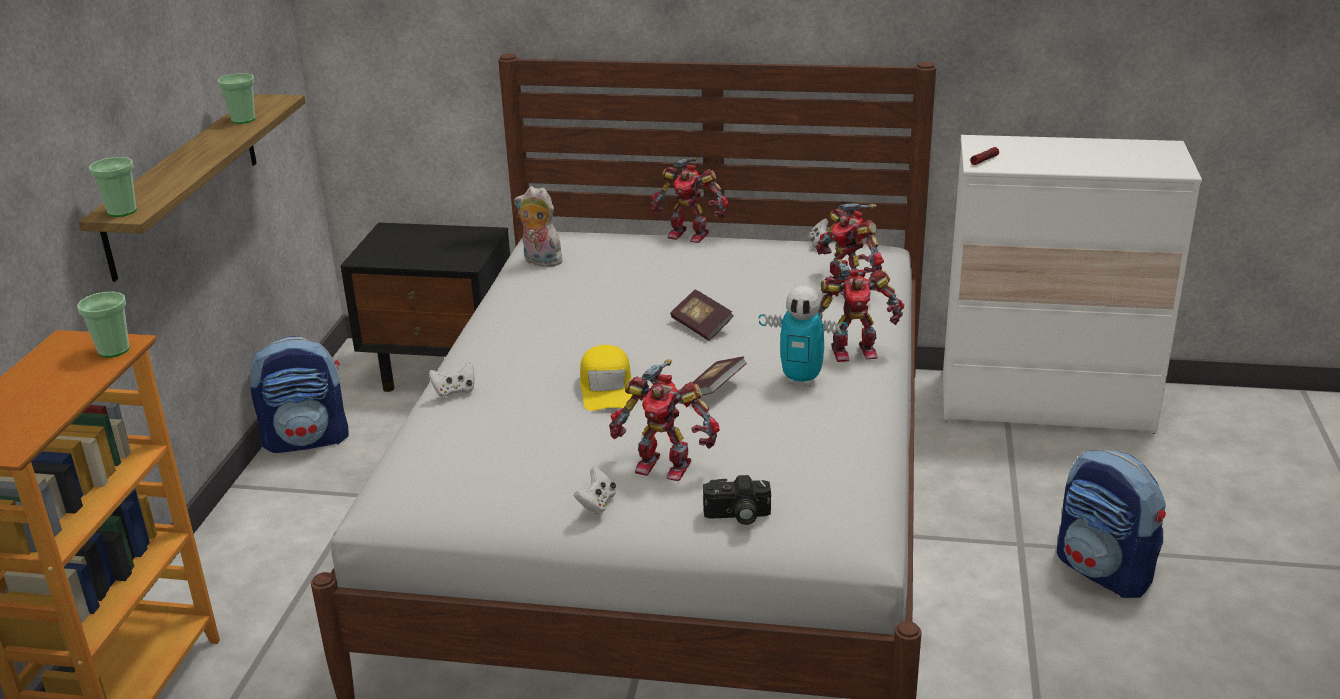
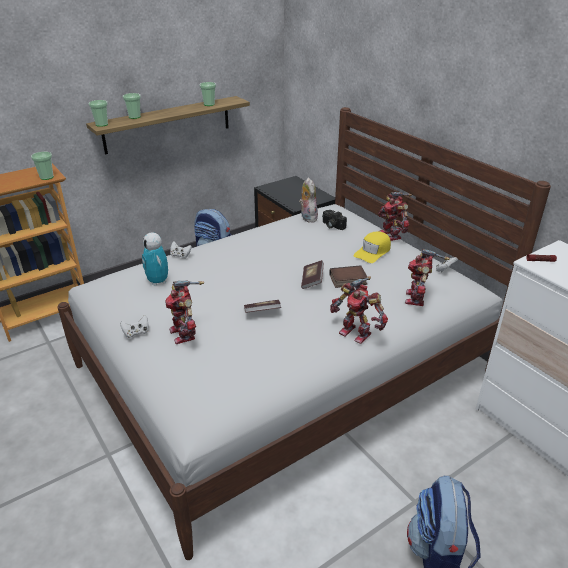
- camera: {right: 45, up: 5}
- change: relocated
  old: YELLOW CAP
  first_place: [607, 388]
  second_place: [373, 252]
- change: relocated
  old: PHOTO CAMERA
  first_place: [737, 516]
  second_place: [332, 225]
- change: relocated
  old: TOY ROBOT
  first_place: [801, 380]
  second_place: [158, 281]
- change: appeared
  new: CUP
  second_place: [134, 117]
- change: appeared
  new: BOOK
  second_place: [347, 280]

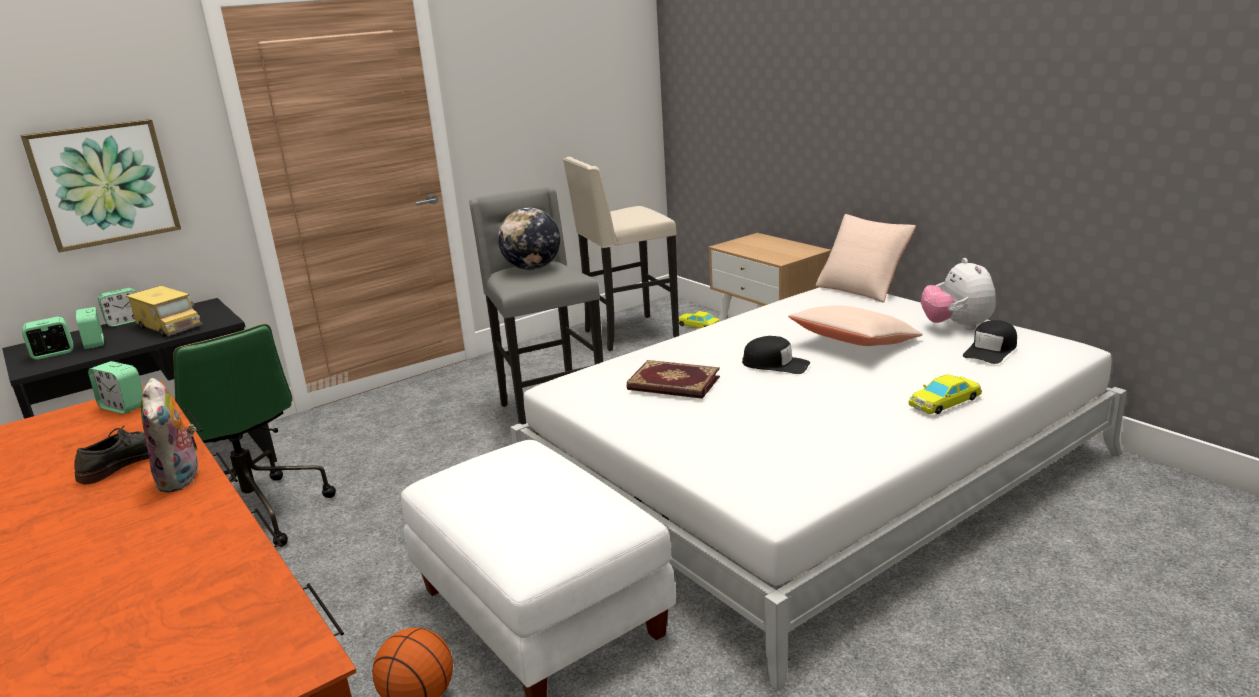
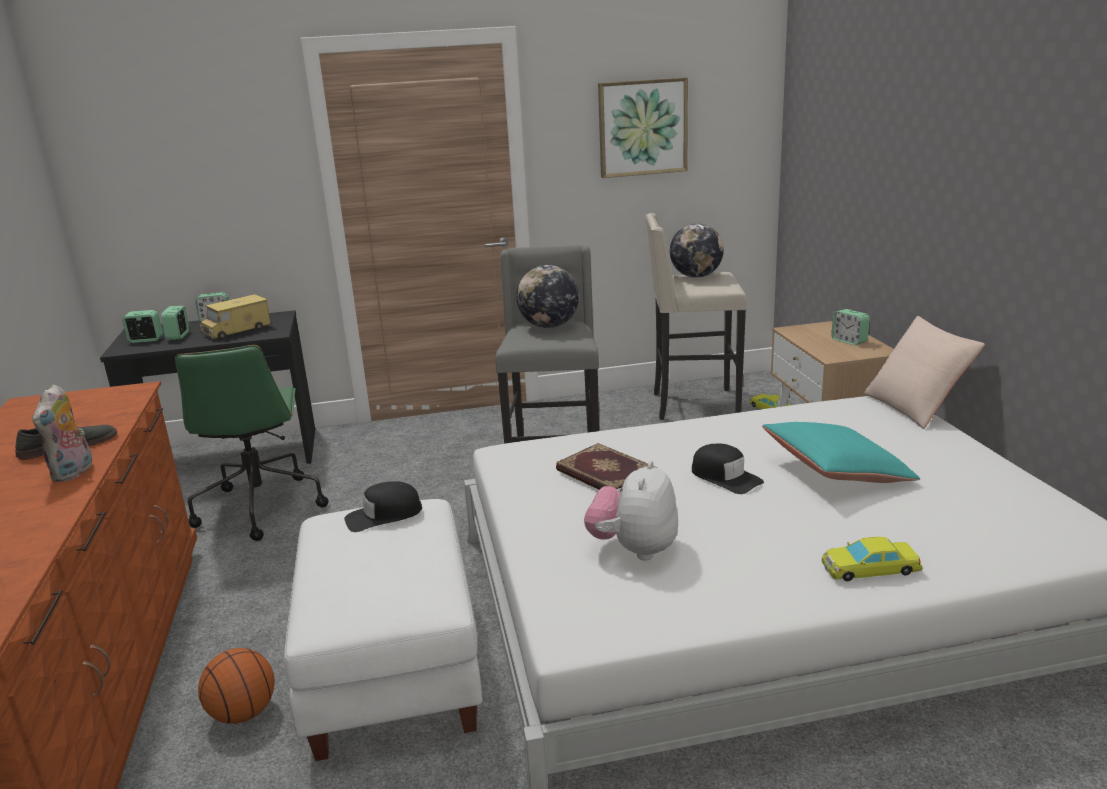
- camera: {right: 25, up: 0}
- change: relocated
  old: PICTURE
  first_place: [104, 184]
  second_place: [642, 127]
- change: relocated
  old: ALARM CLOCK
  first_place: [123, 407]
  second_place: [849, 341]
- change: spun
  old: TOY TRUCK
  first_place: [169, 326]
  second_place: [237, 331]
  degrees: 75
- change: colour
  old: BEIGE PILLOW
  new: TURQUOISE PILLOW
  first_place: [854, 344]
  second_place: [836, 472]
- change: relocated
  old: PLUSH TOY
  first_place: [956, 326]
  second_place: [634, 549]
- change: relocated
  old: BLACK CAP
  first_place: [991, 350]
  second_place: [383, 515]
- change: appeared
  new: GLOBE
  second_place: [696, 276]

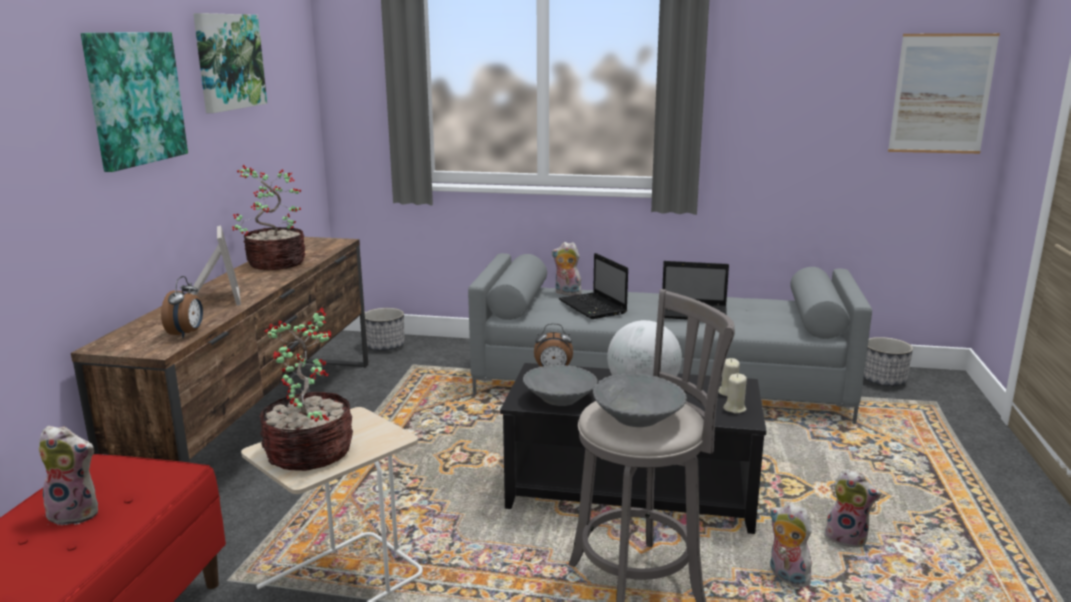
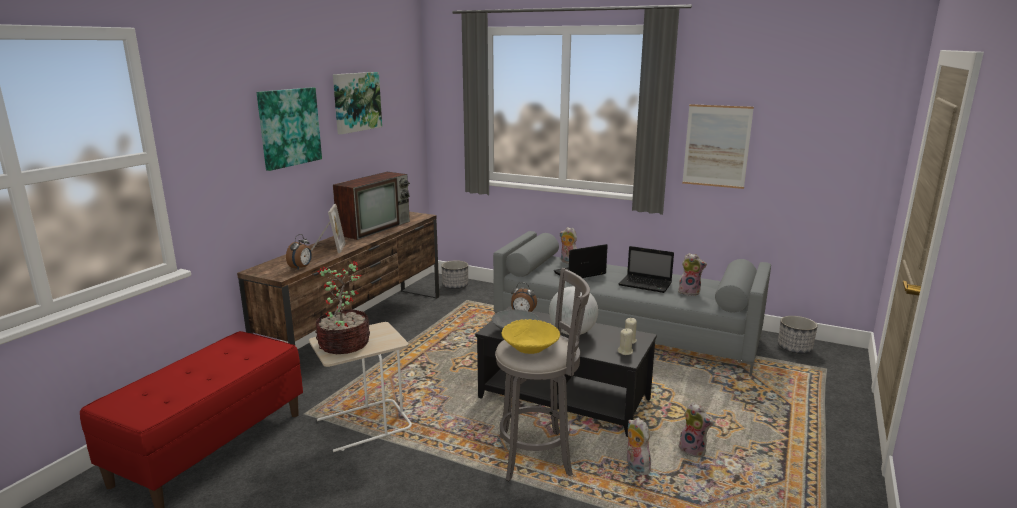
- camera: {right: 15, up: 0}
- change: relocated
  old: PLUSH TOY
  first_place: [77, 513]
  second_place: [689, 292]
- change: exchanged
  old: POTTED PLANT
  new: TELEVISION
  first_place: [274, 263]
  second_place: [375, 228]
- change: spun
  old: LAPTOP
  first_place: [593, 307]
  second_place: [579, 274]
  degrees: 75
- change: colour
  old: GREY BOWL
  new: YELLOW BOWL
  first_place: [638, 418]
  second_place: [530, 348]
- change: relocated
  old: PICTURE
  first_place: [941, 94]
  second_place: [716, 146]

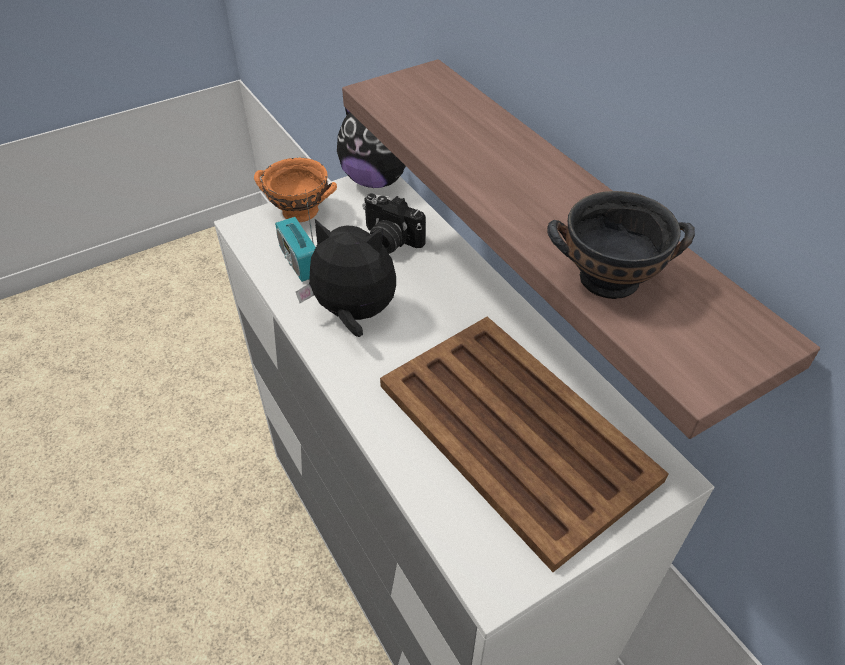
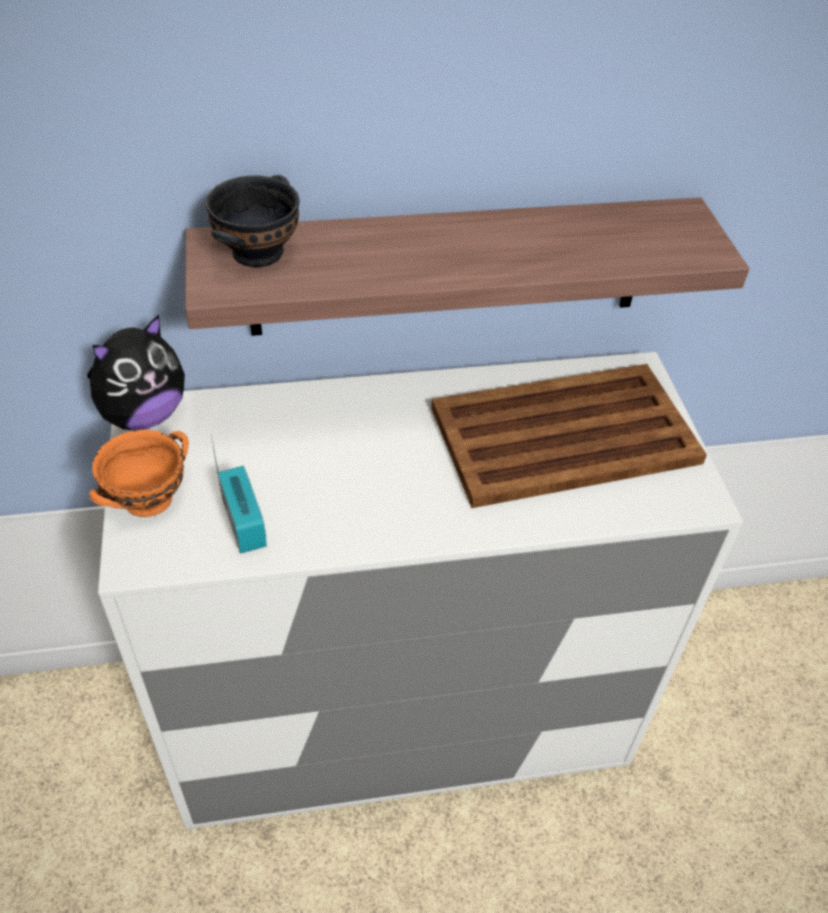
- camera: {right: -70, up: 0}
- change: spun
  old: RADIO
  first_place: [300, 262]
  second_place: [244, 523]
  degrees: -105
- change: missing
  old: PLUSH TOY
  first_place: [354, 314]
- change: missing
  old: PHOTO CAMERA
  first_place: [389, 241]
- change: relocated
  old: BLACK BOWL
  first_place: [606, 278]
  second_place: [255, 253]

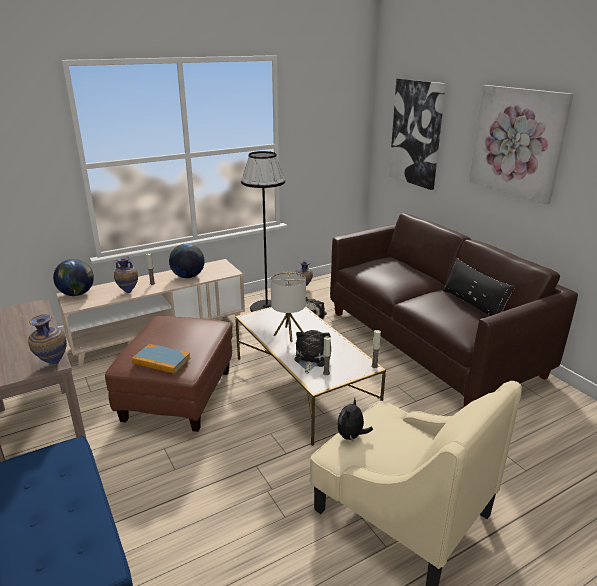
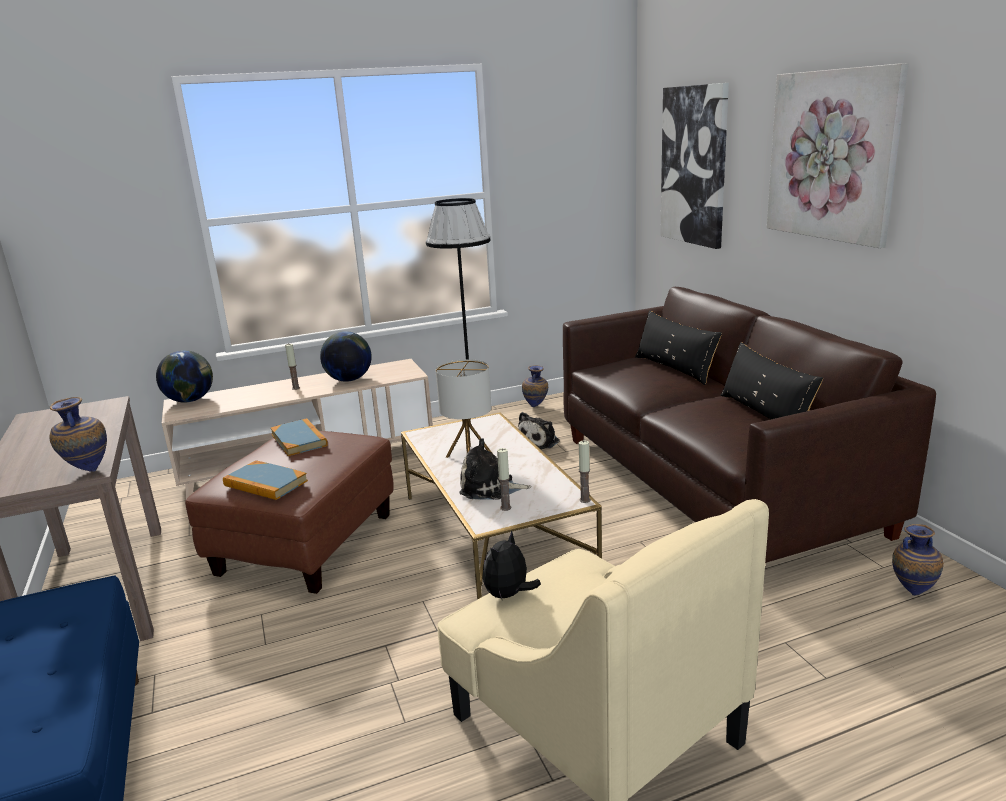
- camera: {right: 10, up: -5}
- change: relocated
  old: VASE
  first_place: [128, 291]
  second_place: [912, 591]
- change: spun
  old: PLUSH TOY
  first_place: [311, 358]
  second_place: [490, 488]
  degrees: -105
- change: appeared
  new: BOOK
  second_place: [299, 440]
- change: appeared
  new: BLACK PILLOW
  second_place: [674, 368]

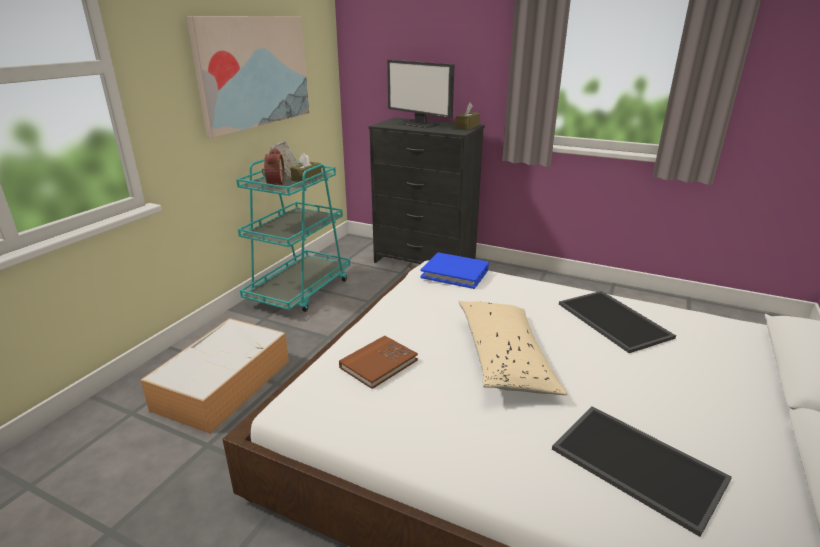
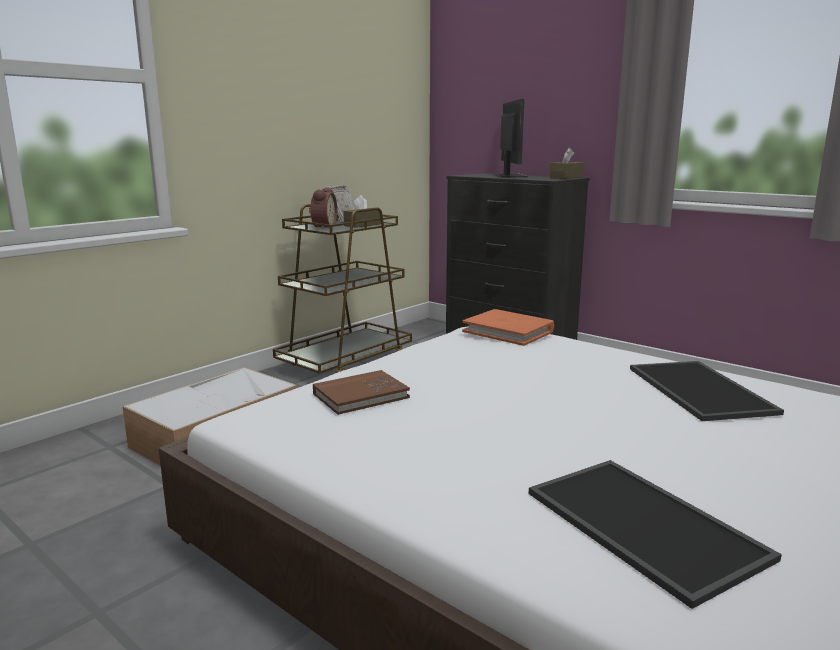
- camera: {right: 15, up: -10}
- change: missing
  old: PICTURE
  first_place: [254, 72]
- change: colour
  old: TURQUOISE CART
  new: BROWN CART
  first_place: [300, 290]
  second_place: [346, 362]
- change: spun
  old: MONITOR
  first_place: [419, 124]
  second_place: [508, 176]
  degrees: -150
- change: colour
  old: BLUE BOOK
  new: ORANGE BOOK
  first_place: [455, 273]
  second_place: [508, 331]
- change: missing
  old: BEIGE PILLOW
  first_place: [504, 358]

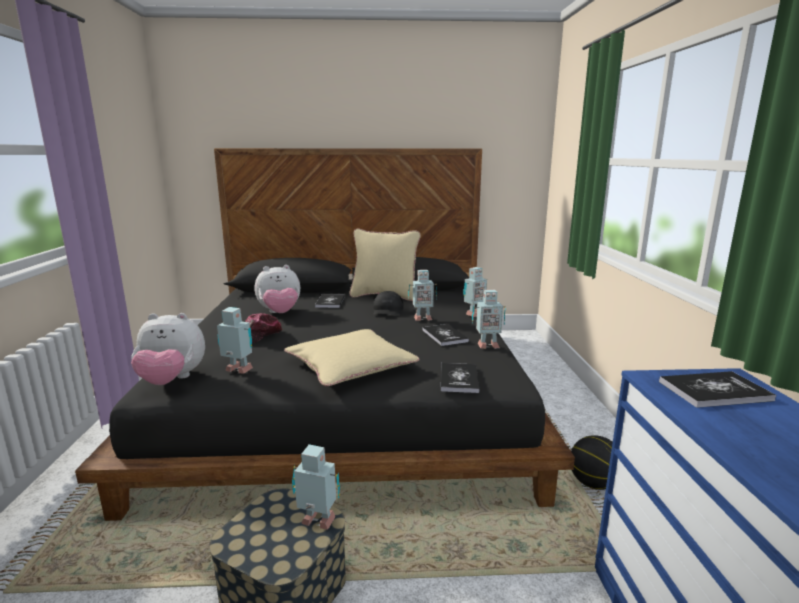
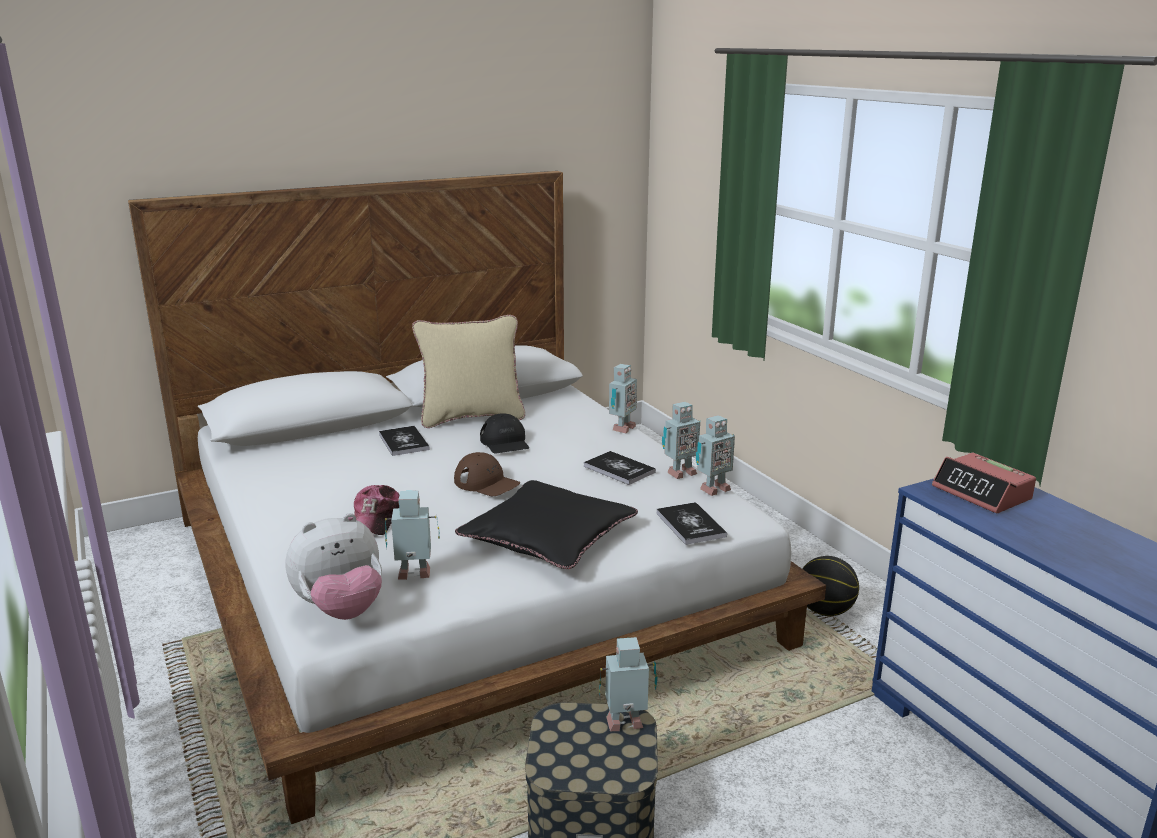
- camera: {right: -25, up: 5}
- change: colour
  old: BLACK BED
  new: WHITE BED
  first_place: [348, 396]
  second_place: [464, 577]
- change: missing
  old: PLUSH TOY
  first_place: [280, 313]
- change: colour
  old: BEIGE PILLOW
  new: BLACK PILLOW
  first_place: [350, 366]
  second_place: [548, 536]
- change: relocated
  old: TOY ROBOT
  first_place: [422, 318]
  second_place: [713, 489]
- change: exchanged
  old: BOOK
  new: ALARM CLOCK
  first_place: [714, 391]
  second_place: [982, 493]
- change: appeared
  new: BROWN CAP
  second_place: [486, 483]

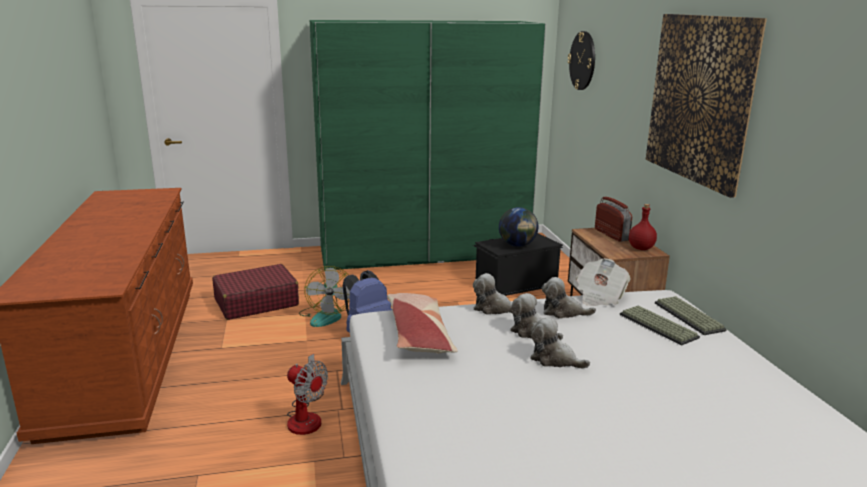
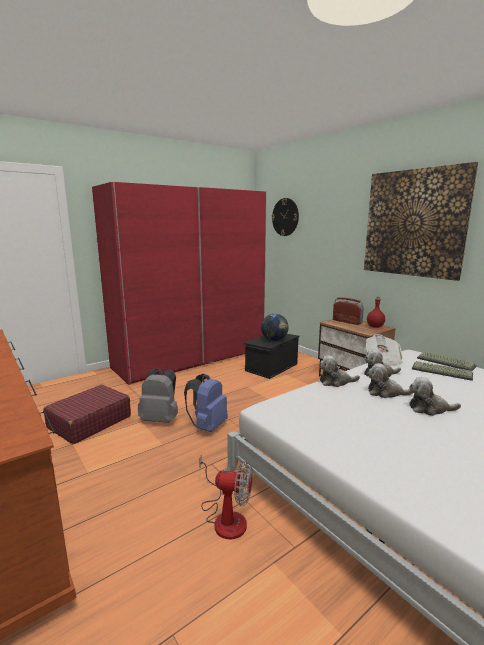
- camera: {right: -25, up: -5}
- change: exchanged
  old: FAN
  new: GREY BACKPACK
  first_place: [326, 315]
  second_place: [161, 419]
- change: colour
  old: GREEN WARDROBE
  new: RED WARDROBE
  first_place: [424, 252]
  second_place: [191, 358]
- change: missing
  old: PILLOW
  first_place: [419, 334]

